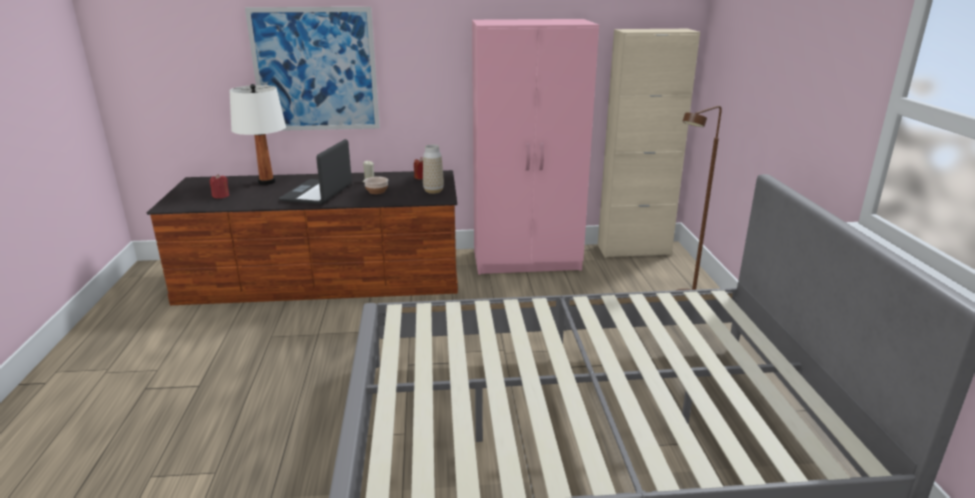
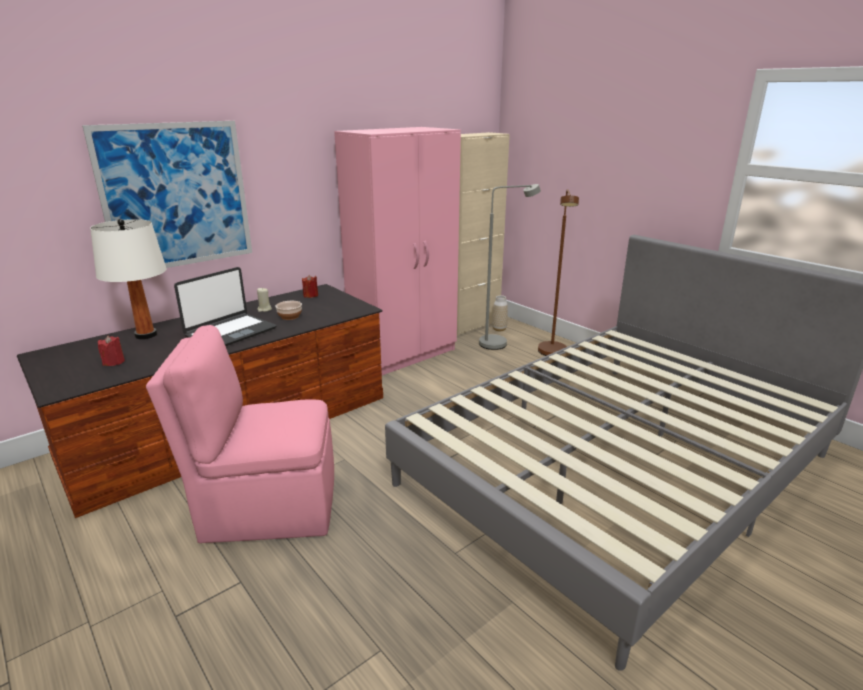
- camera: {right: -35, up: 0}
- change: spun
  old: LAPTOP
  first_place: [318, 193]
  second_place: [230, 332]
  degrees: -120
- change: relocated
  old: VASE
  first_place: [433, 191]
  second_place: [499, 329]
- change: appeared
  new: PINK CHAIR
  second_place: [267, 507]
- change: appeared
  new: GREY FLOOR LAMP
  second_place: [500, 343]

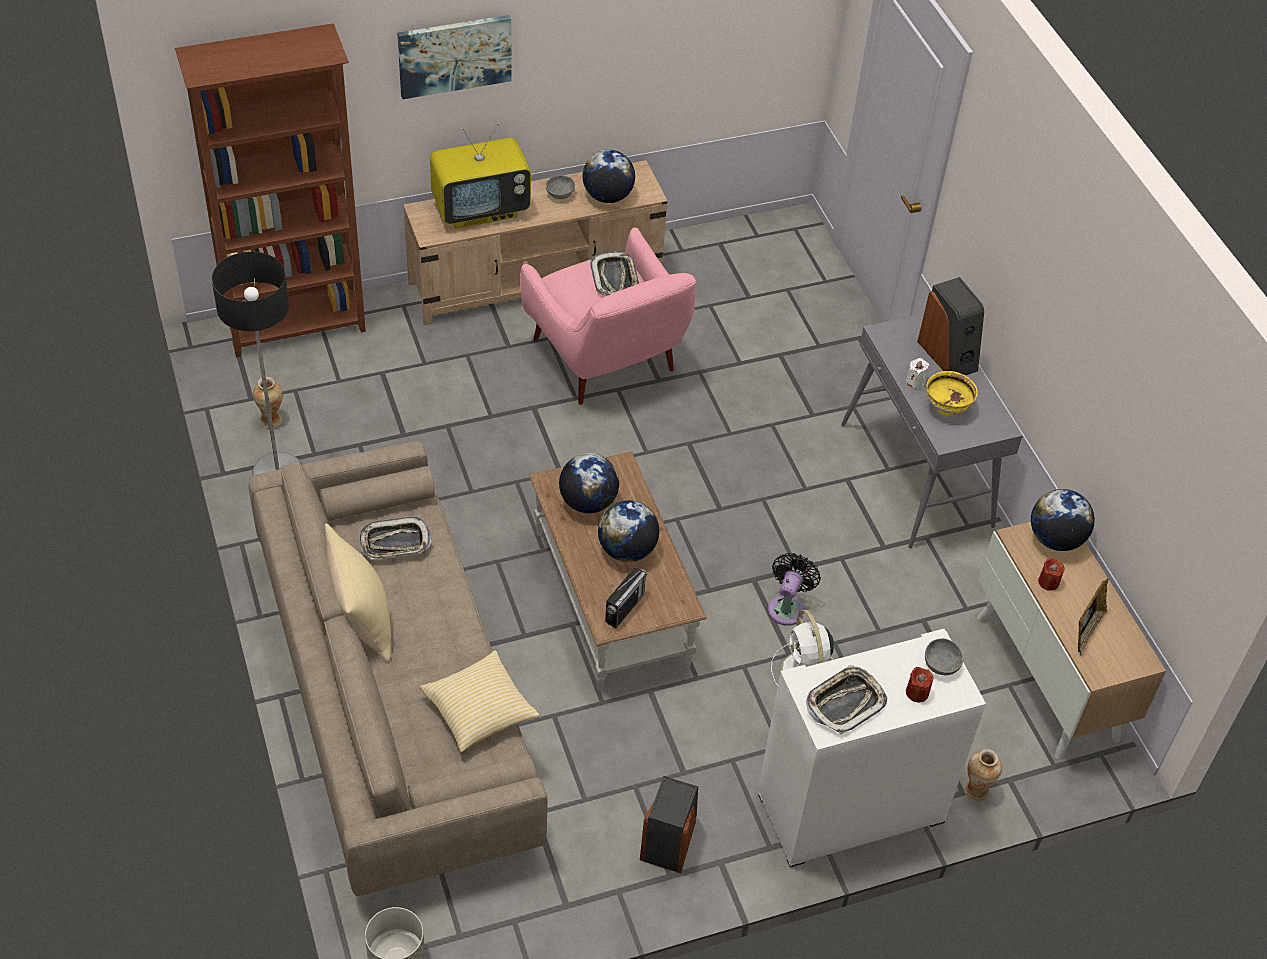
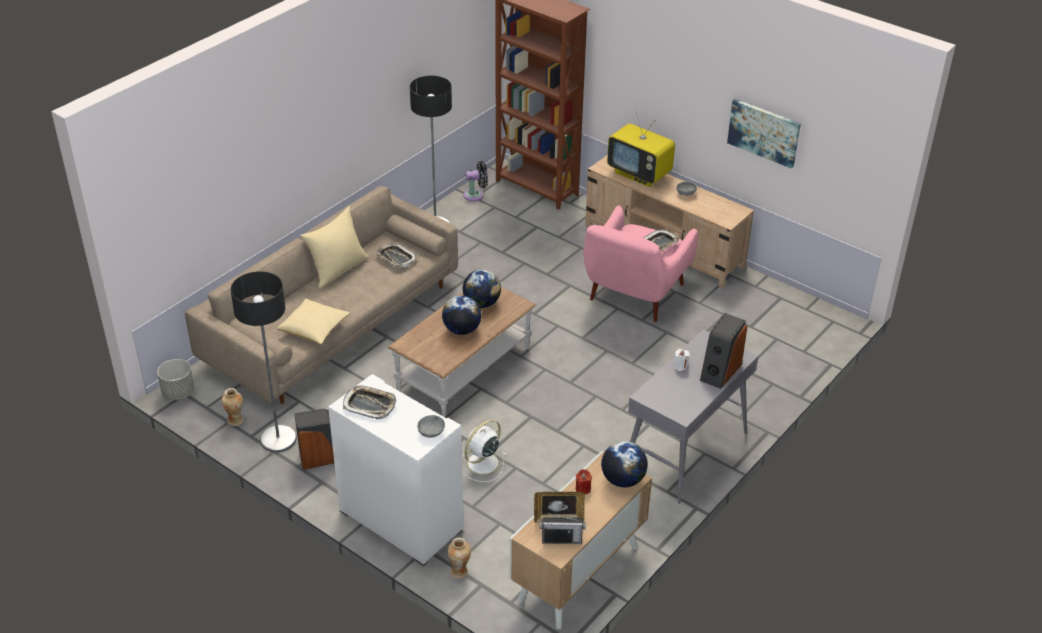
- camera: {right: 60, up: -10}
- change: relocated
  old: VASE
  first_place: [271, 420]
  second_place: [235, 421]
- change: relocated
  old: PICTURE
  first_place: [454, 55]
  second_place: [764, 132]
- change: missing
  old: GLOBE
  first_place: [607, 196]
- change: relocated
  old: RADIO
  first_place: [624, 608]
  second_place: [561, 539]
- change: relocated
  old: BLACK FAN
  first_place: [787, 607]
  second_place: [476, 195]
- change: missing
  old: RED CANDLE
  first_place: [917, 692]
- change: missing
  old: YELLOW BOWL
  first_place: [946, 408]
- change: appeared
  new: FLOOR LAMP
  second_place: [278, 439]

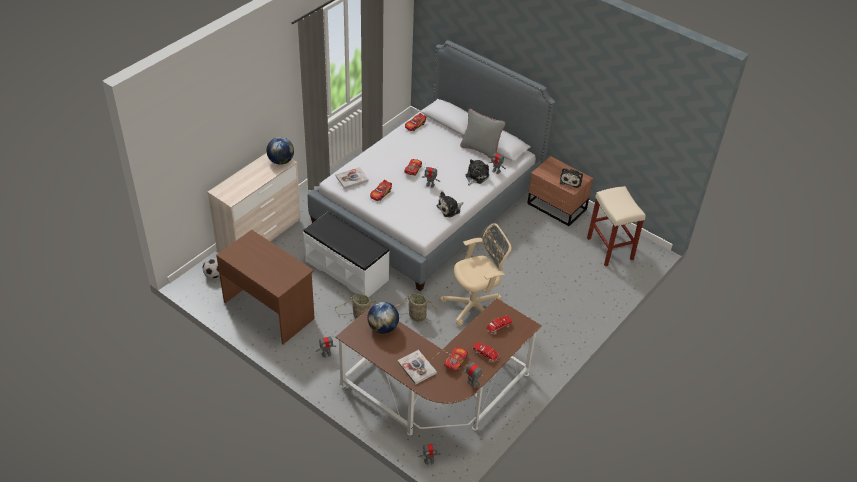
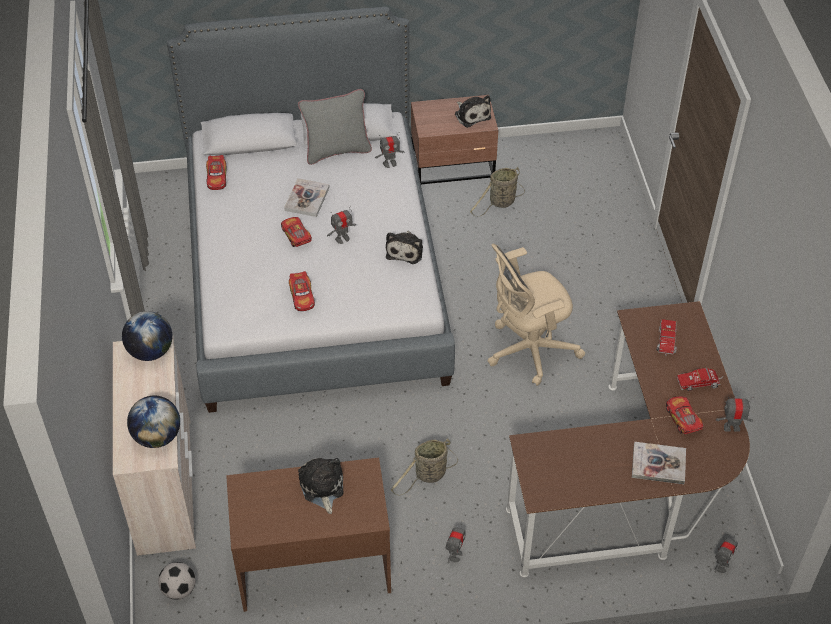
- camera: {right: -45, up: 5}
- change: missing
  old: WHITE BENCH
  first_place: [347, 270]
- change: relocated
  old: BOOK
  first_place: [352, 178]
  second_place: [307, 199]
- change: relocated
  old: GLOBE
  first_place: [383, 328]
  second_place: [157, 436]
- change: relocated
  old: BASKET
  first_place: [416, 316]
  second_place: [500, 203]
- change: spun
  old: BEIGE OFFICE CHAIR
  first_place: [475, 306]
  second_place: [528, 350]
  degrees: -135
- change: relocated
  old: PLUSH TOY
  first_place: [476, 176]
  second_place: [322, 488]
- change: missing
  old: BEIGE STOOL
  first_place: [610, 249]

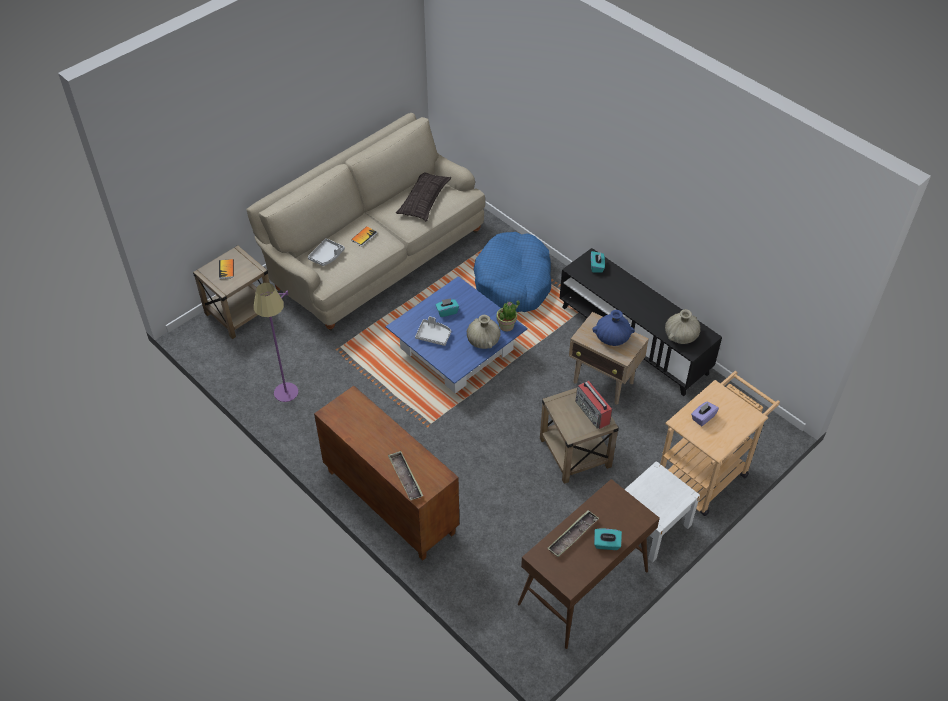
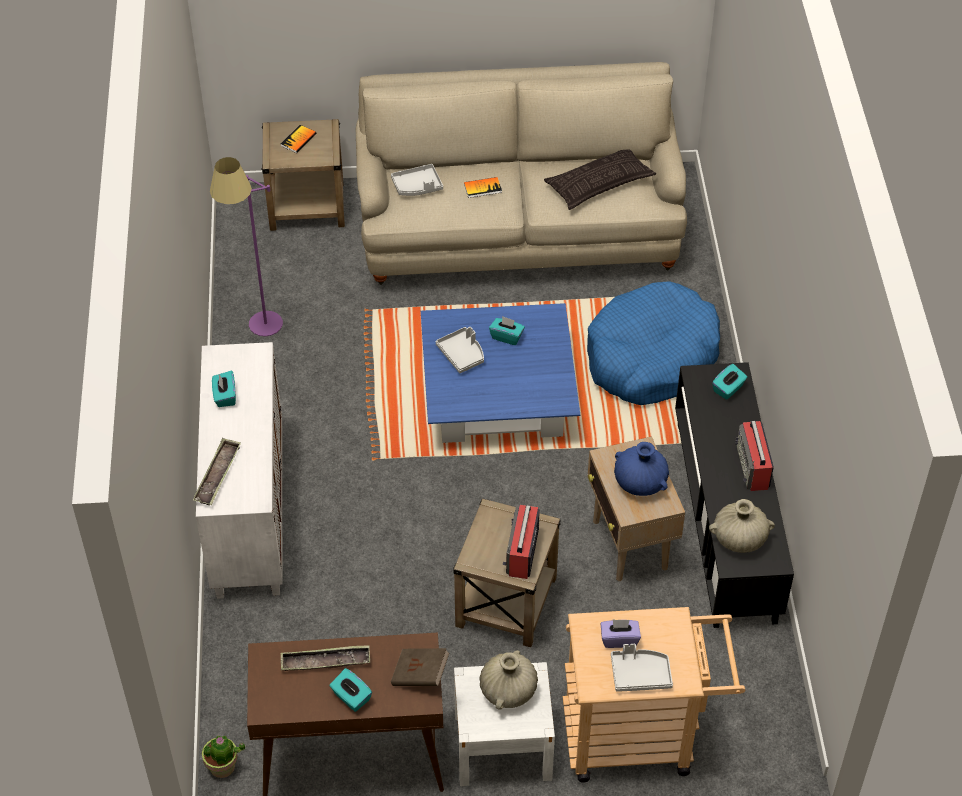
- camera: {right: 40, up: 0}
- change: colour
  old: BROWN CABINET
  new: WHITE CABINET
  first_place: [389, 502]
  second_place: [248, 513]
- change: relocated
  old: BEIGE VASE
  first_place: [483, 341]
  second_place: [508, 691]
- change: relocated
  old: POTTED PLANT
  first_place: [506, 326]
  second_place: [222, 767]
- change: appeared
  new: TURQUOISE TISSUE BOX
  second_place: [225, 396]
- change: appeared
  new: BROWN BOOK
  second_place: [420, 675]
- change: appeared
  new: GREY TRAY
  second_place: [640, 674]
- change: appeared
  new: RADIO
  second_place: [752, 467]

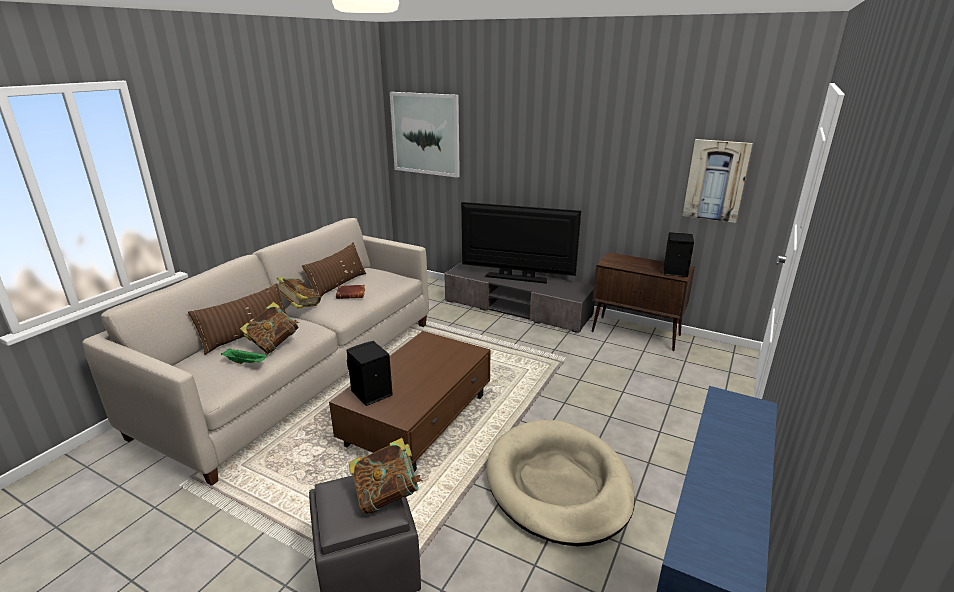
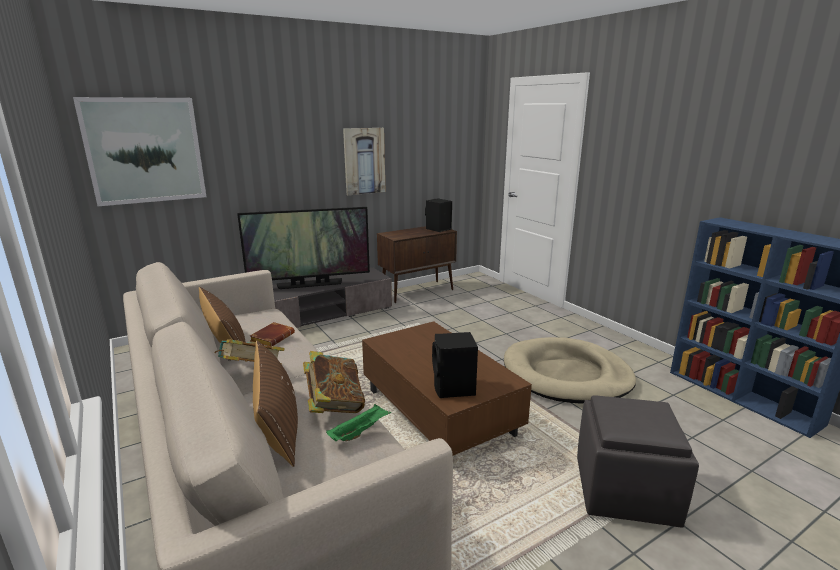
- camera: {right: -60, up: -5}
- change: missing
  old: BOOK
  first_place: [387, 495]
- change: spun
  old: TELEVISION
  first_place: [516, 277]
  second_place: [310, 284]
  degrees: -150
- change: relocated
  old: PICTURE
  first_place: [716, 180]
  second_place: [364, 161]

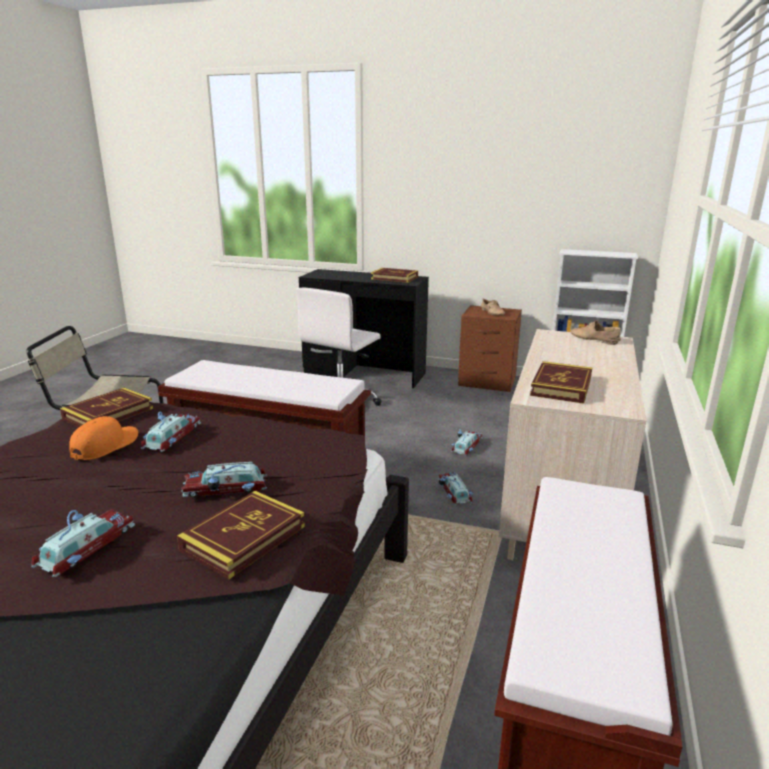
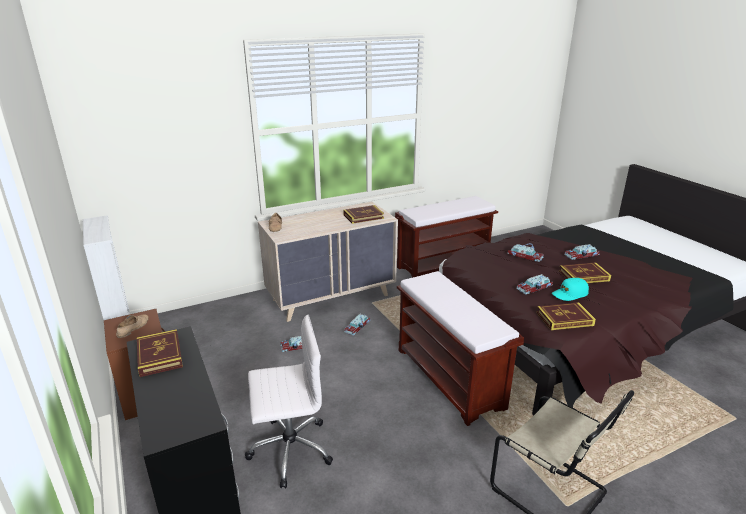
- camera: {right: -135, up: 5}
- change: colour
  old: ORANGE CAP
  new: TURQUOISE CAP
  first_place: [105, 445]
  second_place: [569, 294]
- change: relocated
  old: BOOK
  first_place: [243, 538]
  second_place: [584, 276]

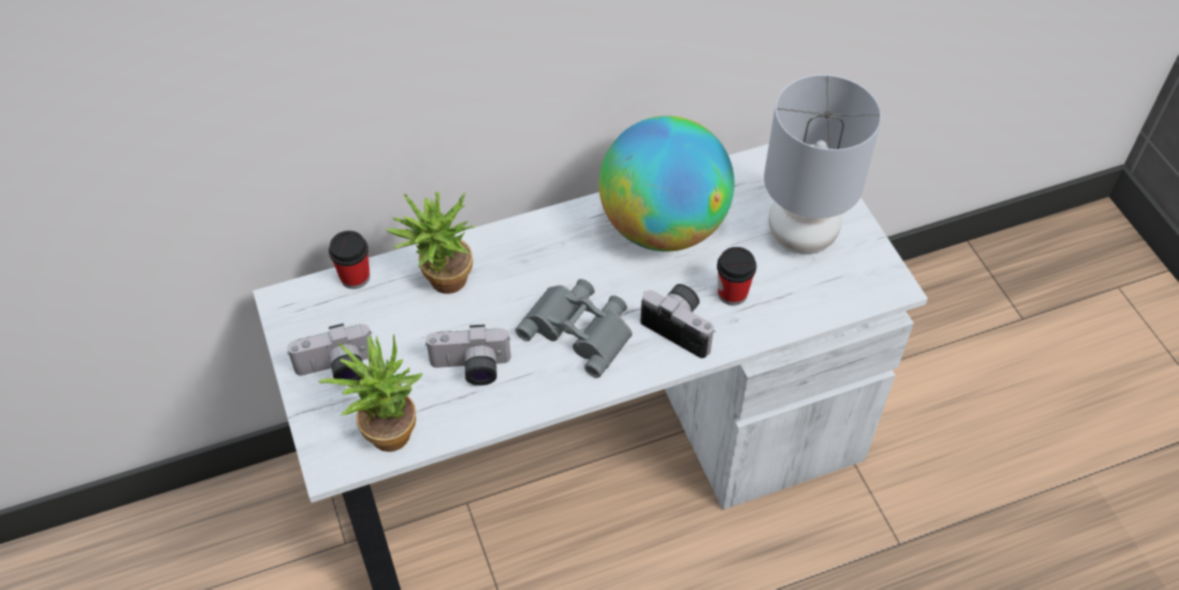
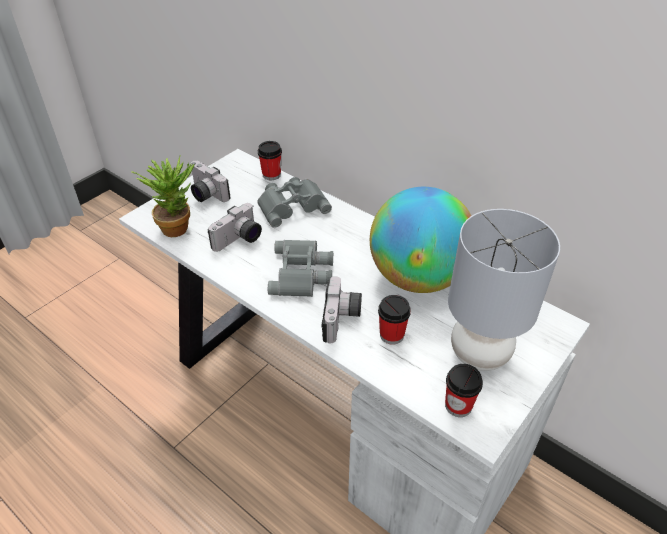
- camera: {right: 60, up: -10}
- change: exchanged
  old: POTTED PLANT
  new: GREY BINOCULARS
  first_place: [441, 283]
  second_place: [292, 205]
- change: spun
  old: PHOTO CAMERA
  first_place: [470, 369]
  second_place: [239, 240]
  degrees: -105
- change: appeared
  new: CUP
  second_place: [458, 405]

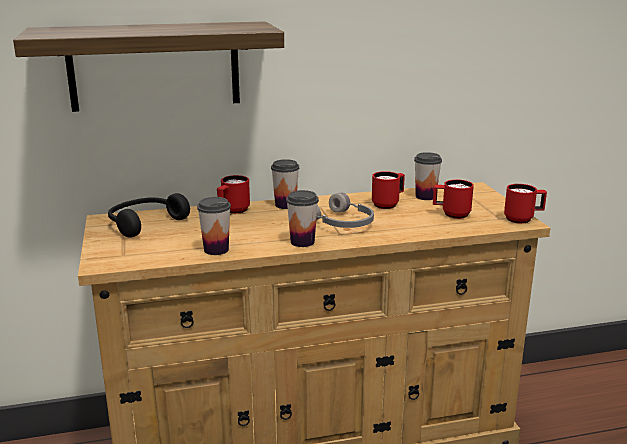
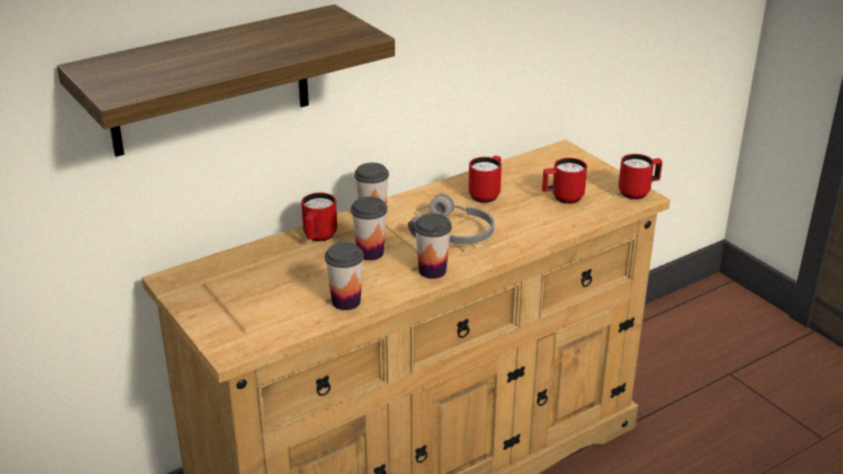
- camera: {right: -20, up: 10}
- change: missing
  old: BLACK HEADPHONES
  first_place: [144, 223]
- change: relocated
  old: CUP
  first_place: [425, 196]
  second_place: [370, 253]

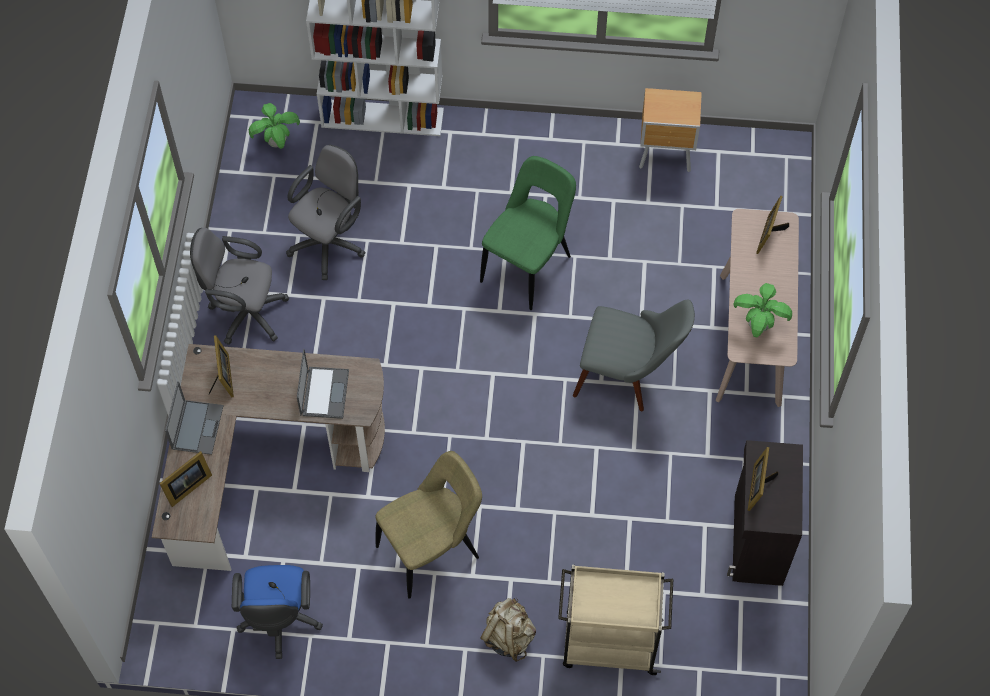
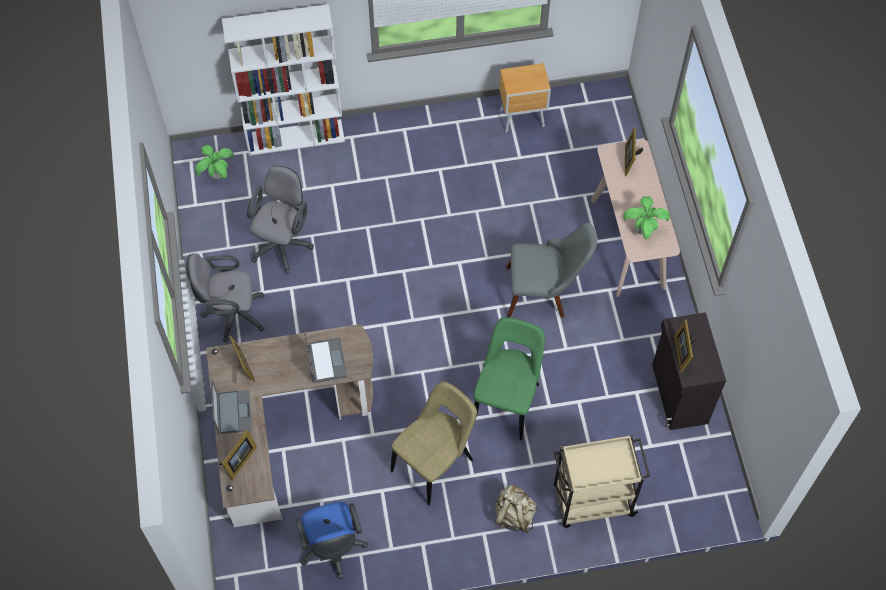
- camera: {right: -15, up: 0}
- change: relocated
  old: GREEN CHAIR
  first_place: [528, 266]
  second_place: [507, 401]

